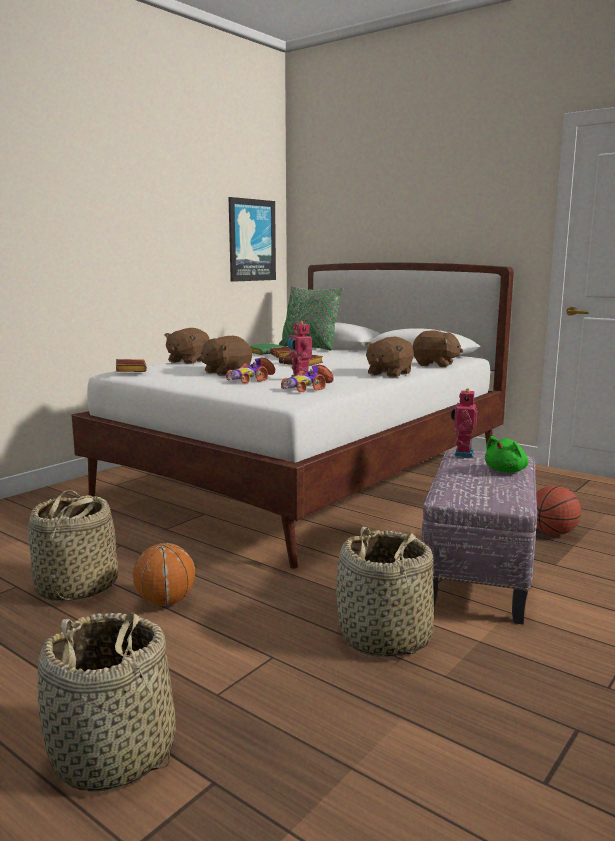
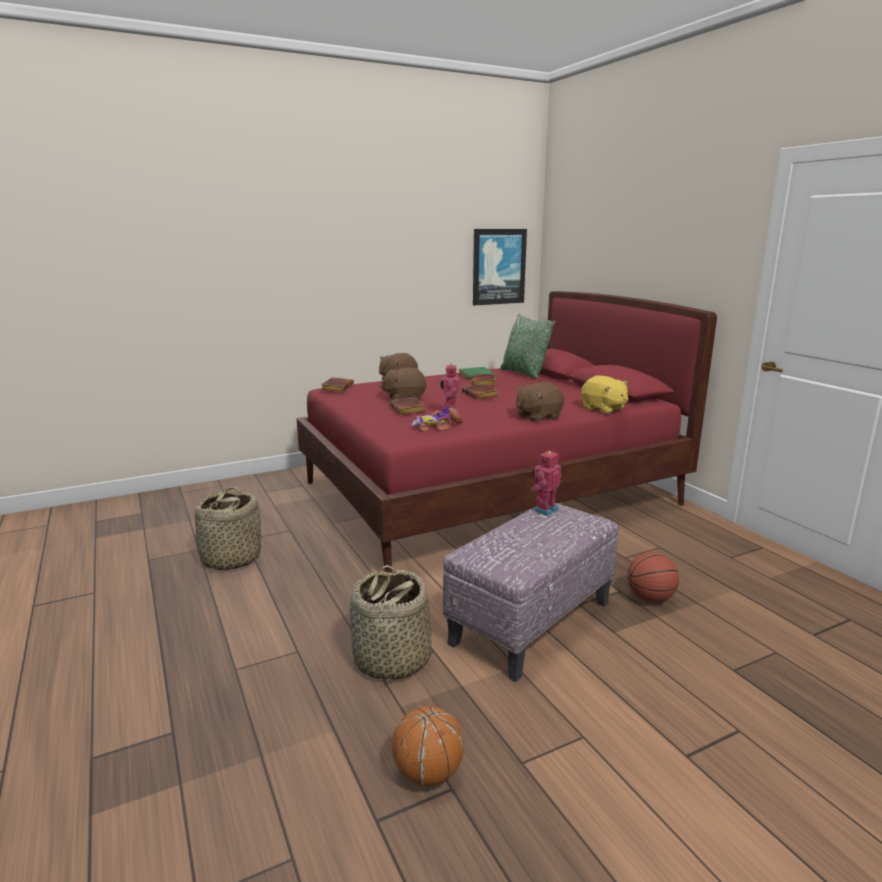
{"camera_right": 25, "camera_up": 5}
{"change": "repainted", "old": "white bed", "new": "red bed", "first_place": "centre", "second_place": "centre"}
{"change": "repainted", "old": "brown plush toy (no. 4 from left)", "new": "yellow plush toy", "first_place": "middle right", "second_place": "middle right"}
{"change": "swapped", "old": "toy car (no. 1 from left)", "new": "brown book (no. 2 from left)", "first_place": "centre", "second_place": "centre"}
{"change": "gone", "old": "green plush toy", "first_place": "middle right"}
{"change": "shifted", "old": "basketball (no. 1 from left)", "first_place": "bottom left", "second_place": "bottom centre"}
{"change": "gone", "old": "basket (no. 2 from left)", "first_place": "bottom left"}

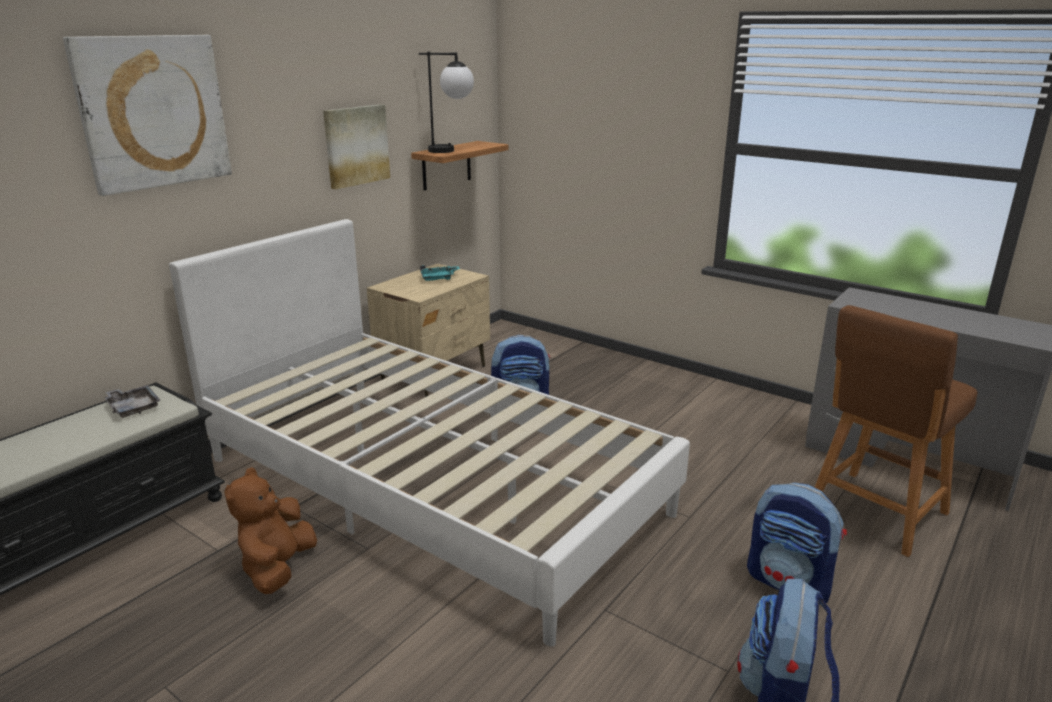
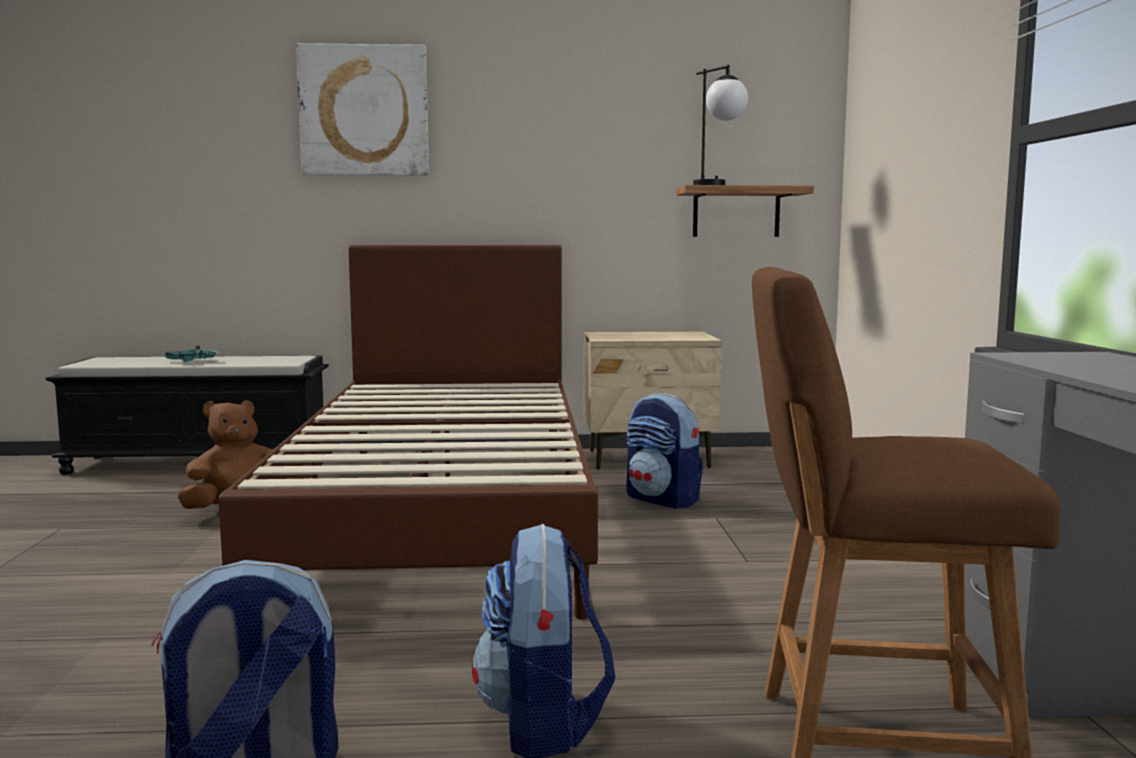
{"camera_right": 50, "camera_up": -15}
{"change": "gone", "old": "picture (no. 2 from left)", "first_place": "top centre"}
{"change": "repainted", "old": "white bed", "new": "brown bed", "first_place": "centre", "second_place": "centre"}
{"change": "shifted", "old": "turquoise tray", "first_place": "centre", "second_place": "middle left"}
{"change": "gone", "old": "grey tray", "first_place": "middle left"}

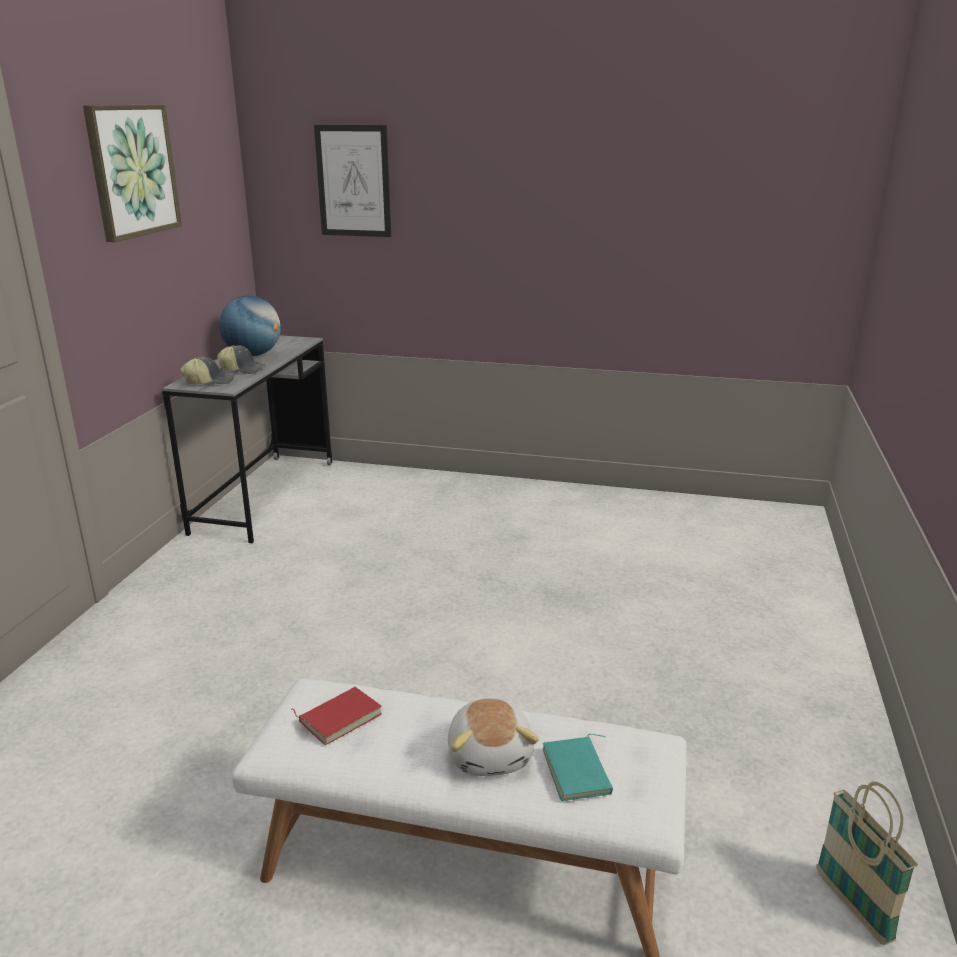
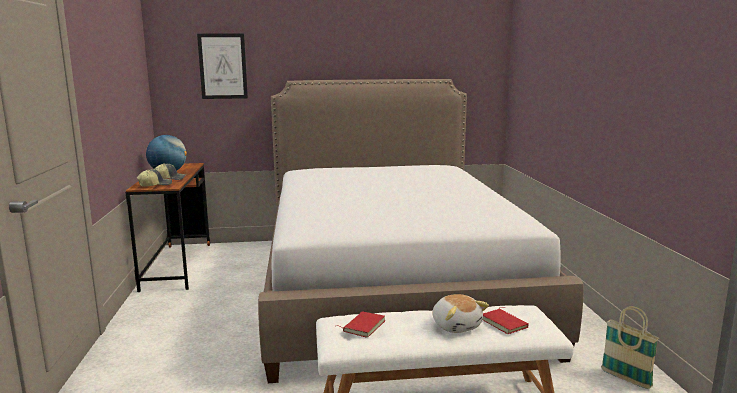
{"camera_right": -20, "camera_up": -10}
{"change": "gone", "old": "picture (no. 1 from left)", "first_place": "top left"}
{"change": "repainted", "old": "grey desk", "new": "brown desk", "first_place": "middle left", "second_place": "middle left"}
{"change": "repainted", "old": "turquoise book", "new": "red book (no. 2 from left)", "first_place": "bottom centre", "second_place": "bottom right"}
{"change": "new", "new": "bed", "second_place": "centre"}

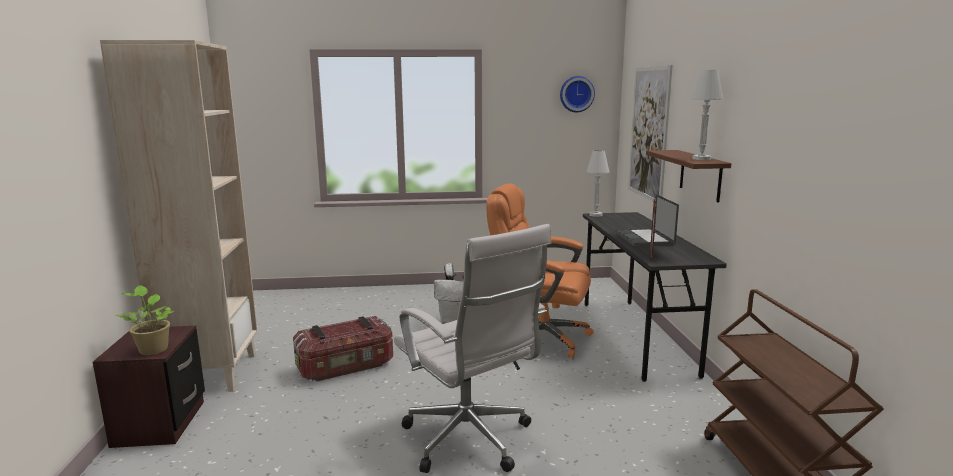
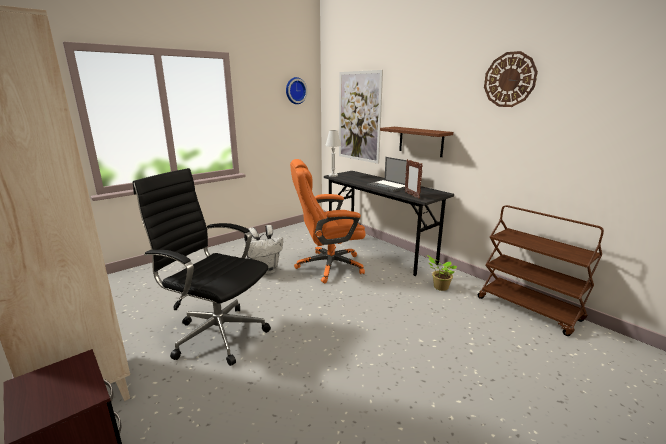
{"camera_right": -35, "camera_up": 5}
{"change": "gone", "old": "white table lamp (no. 2 from left)", "first_place": "top right"}
{"change": "gone", "old": "white office chair", "first_place": "bottom centre"}
{"change": "shifted", "old": "potted plant", "first_place": "bottom left", "second_place": "centre"}
{"change": "swapped", "old": "storage box", "new": "black office chair", "first_place": "bottom centre", "second_place": "middle left"}
{"change": "new", "new": "wall clock (no. 2 from left)", "second_place": "top right"}

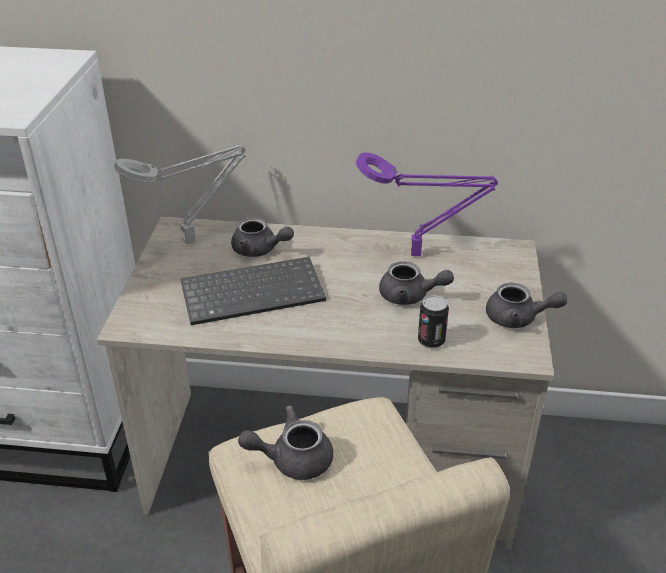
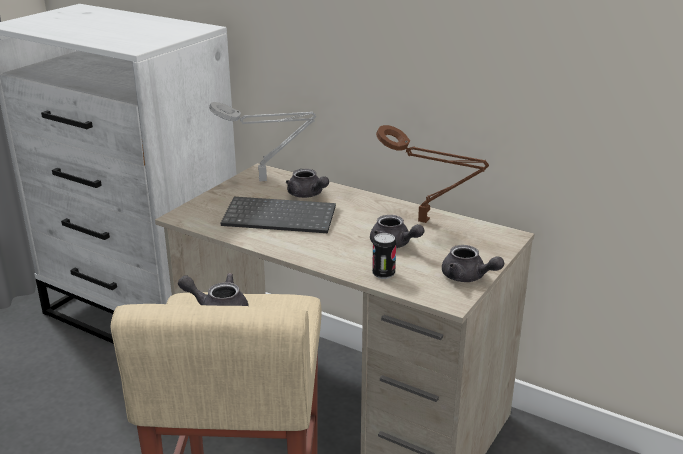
{"camera_right": 25, "camera_up": -10}
{"change": "repainted", "old": "purple table lamp", "new": "brown table lamp", "first_place": "centre", "second_place": "centre"}

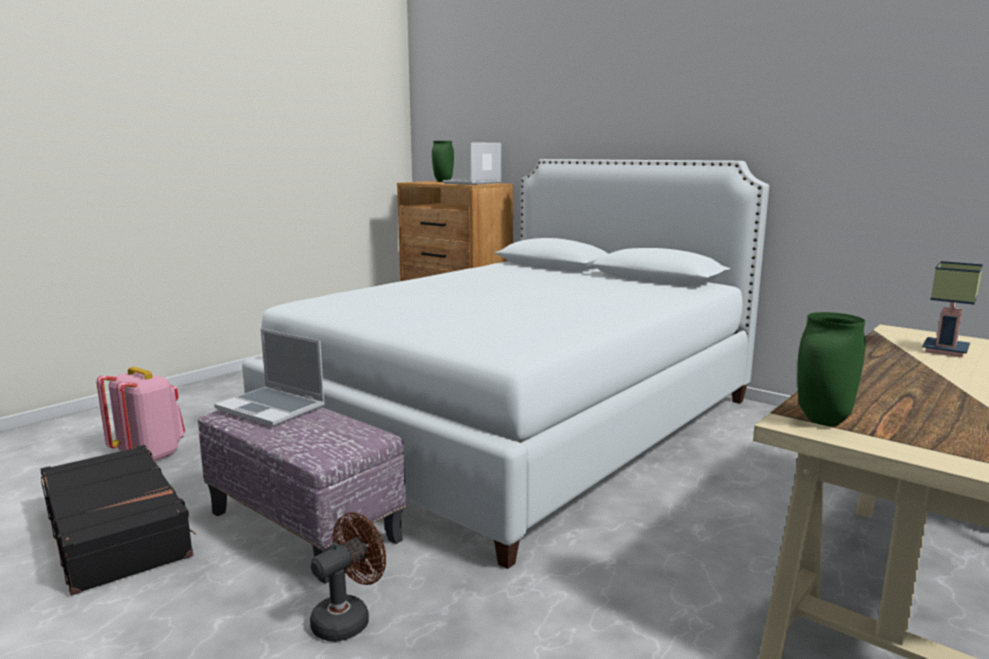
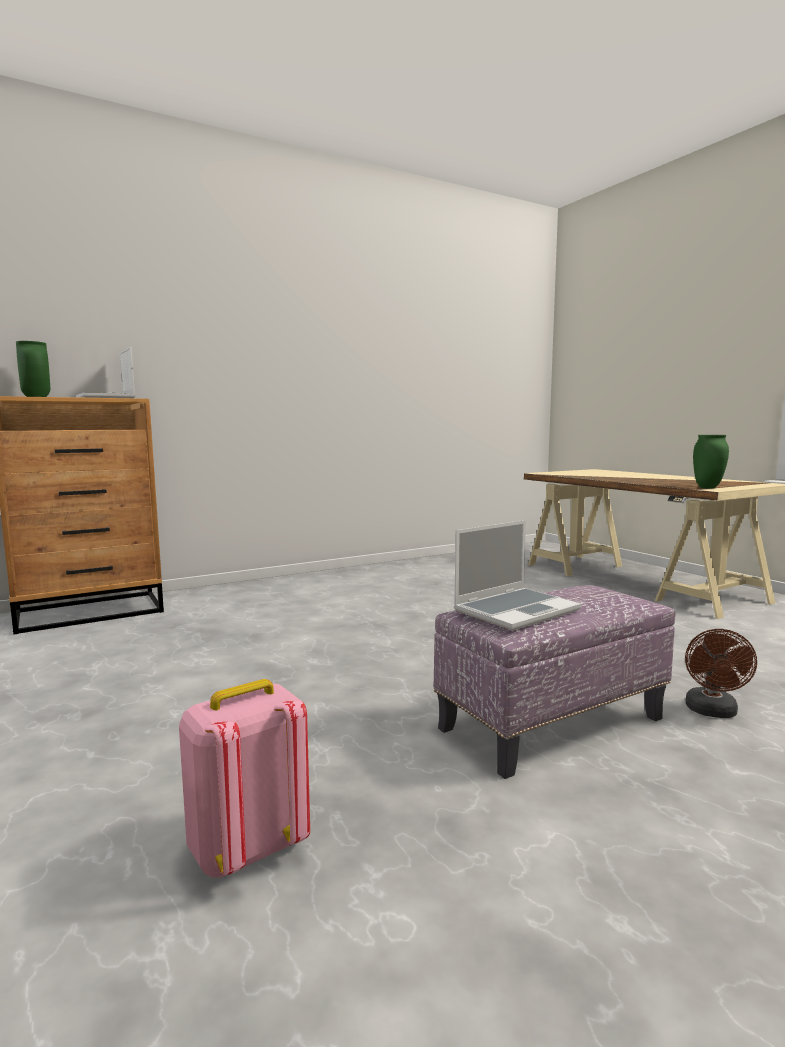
{"camera_right": -70, "camera_up": -5}
{"change": "gone", "old": "white bed", "first_place": "centre"}
{"change": "gone", "old": "table lamp", "first_place": "middle right"}
{"change": "gone", "old": "black suitcase", "first_place": "bottom left"}
{"change": "rotated", "old": "brown fan", "first_place": "bottom centre", "second_place": "middle right", "degrees": -135}

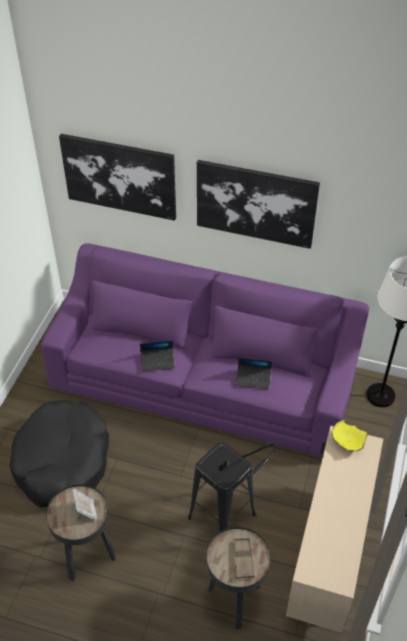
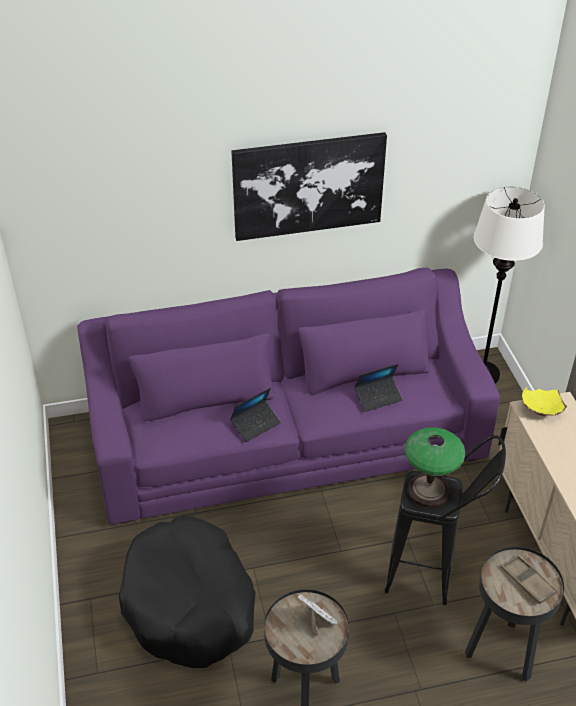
{"camera_right": -30, "camera_up": -5}
{"change": "gone", "old": "picture (no. 1 from left)", "first_place": "top left"}
{"change": "new", "new": "table lamp", "second_place": "middle right"}

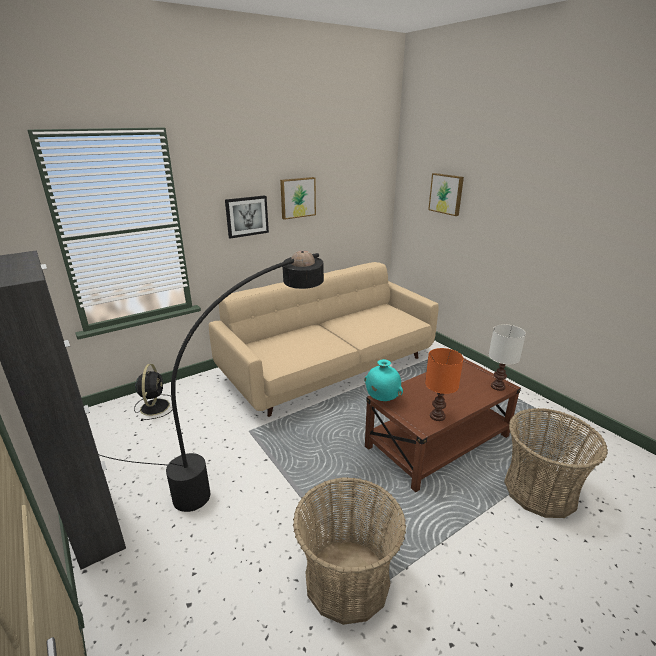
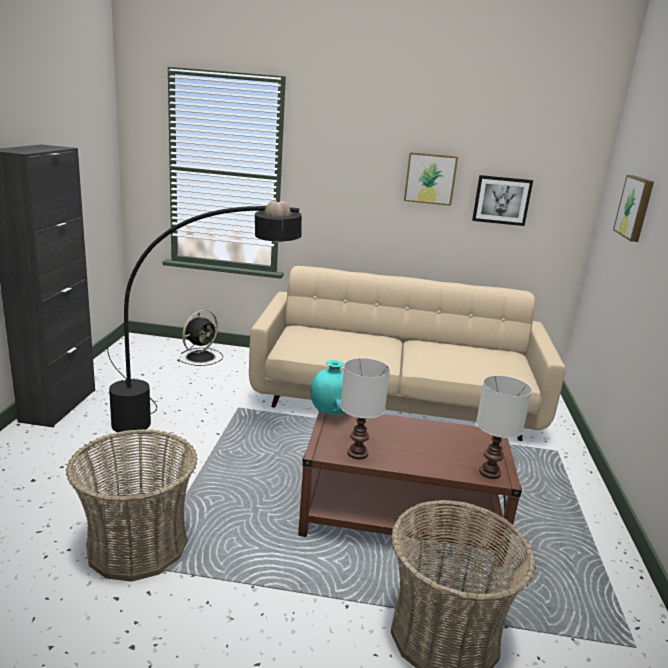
{"camera_right": 40, "camera_up": -5}
{"change": "shifted", "old": "picture (no. 1 from left in the first image)", "new": "picture (no. 2 from left)", "first_place": "top centre", "second_place": "top right"}
{"change": "repainted", "old": "orange table lamp", "new": "white table lamp (no. 1 from left)", "first_place": "middle right", "second_place": "centre"}

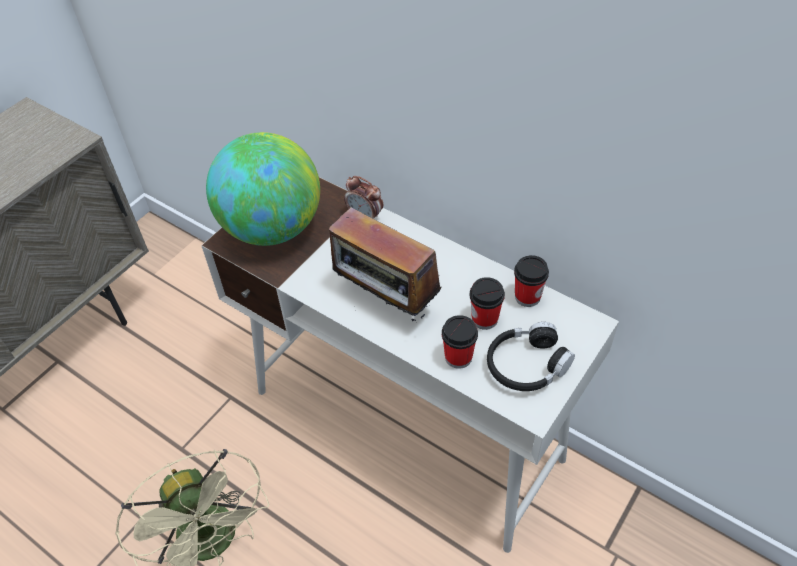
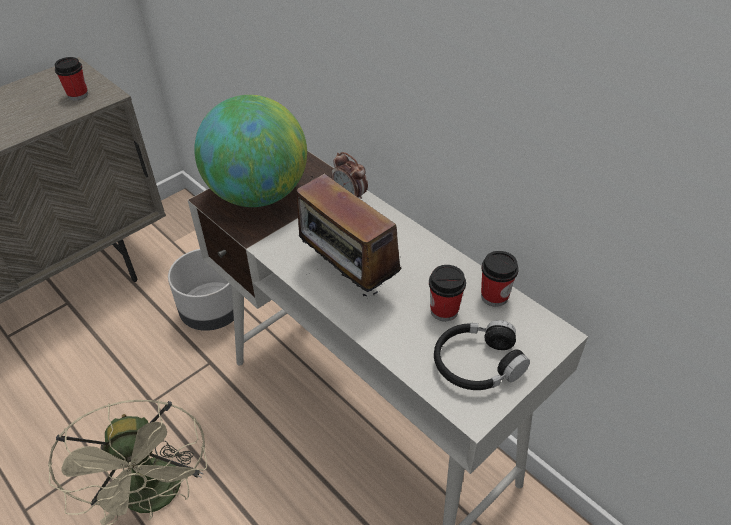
{"camera_right": 10, "camera_up": -5}
{"change": "shifted", "old": "cup (no. 1 from left)", "first_place": "centre", "second_place": "top left"}
{"change": "new", "new": "grey planter", "second_place": "middle left"}

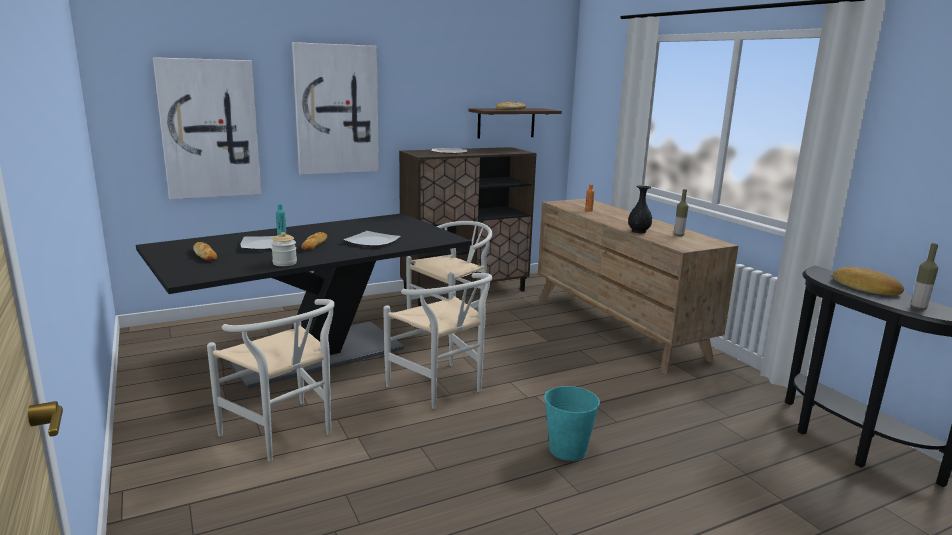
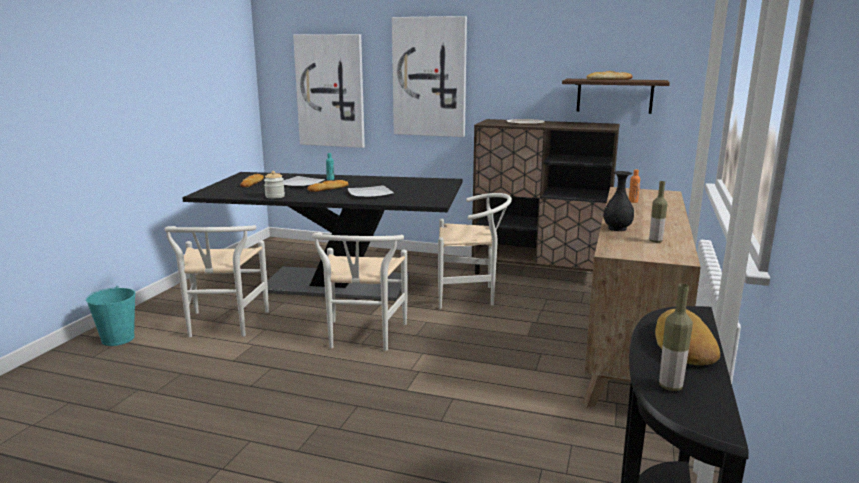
{"camera_right": 45, "camera_up": 0}
{"change": "shifted", "old": "turquoise bucket", "first_place": "bottom centre", "second_place": "middle left"}

